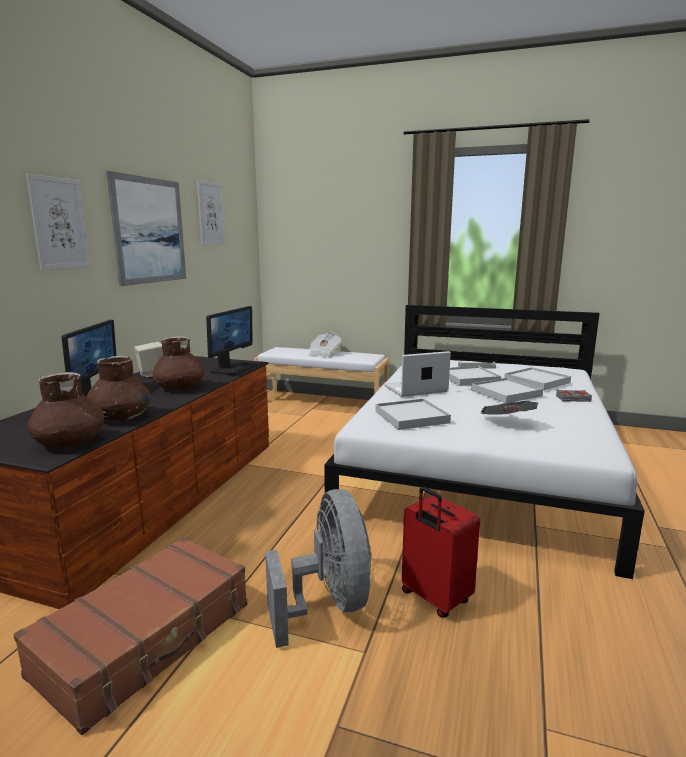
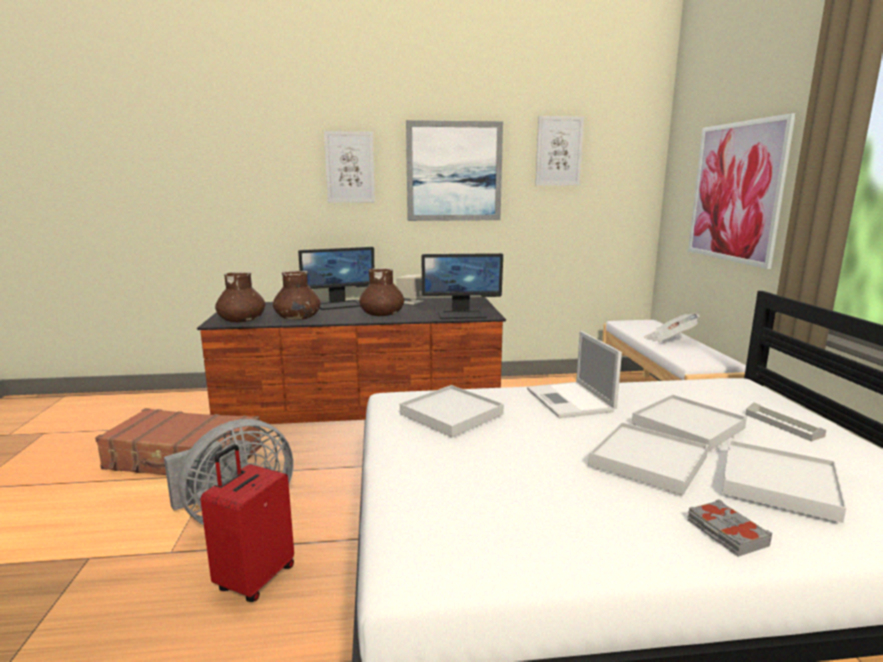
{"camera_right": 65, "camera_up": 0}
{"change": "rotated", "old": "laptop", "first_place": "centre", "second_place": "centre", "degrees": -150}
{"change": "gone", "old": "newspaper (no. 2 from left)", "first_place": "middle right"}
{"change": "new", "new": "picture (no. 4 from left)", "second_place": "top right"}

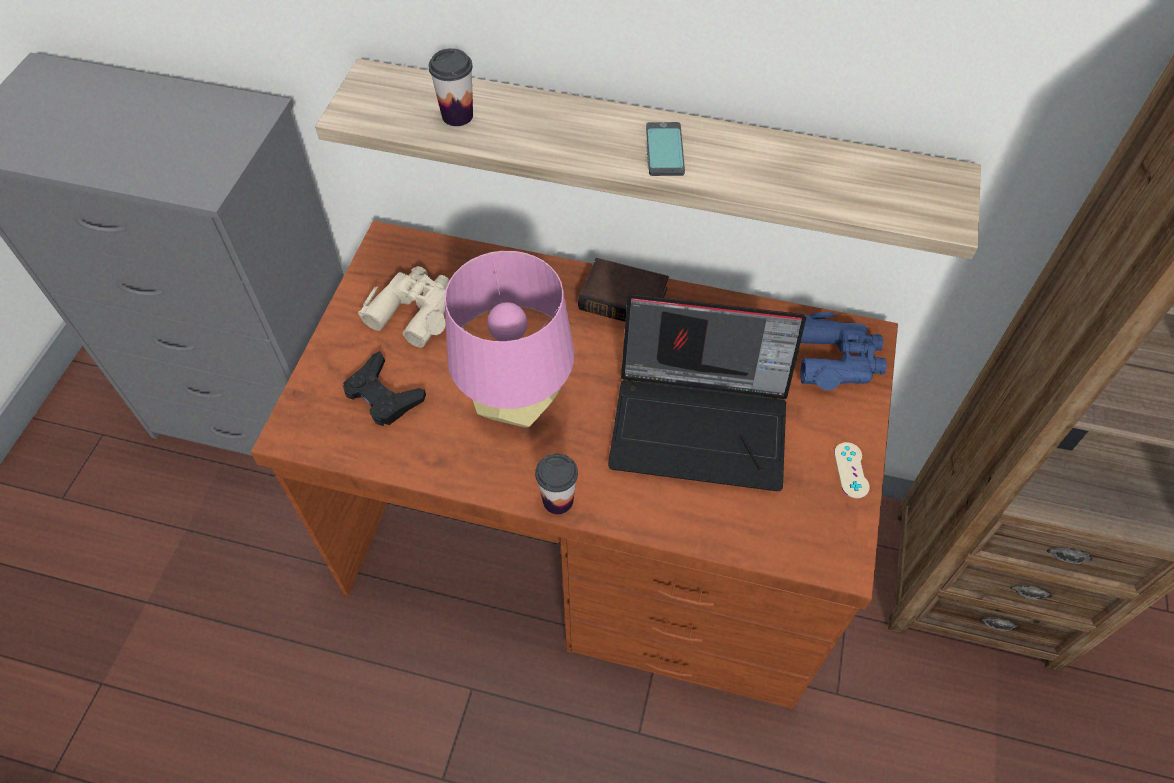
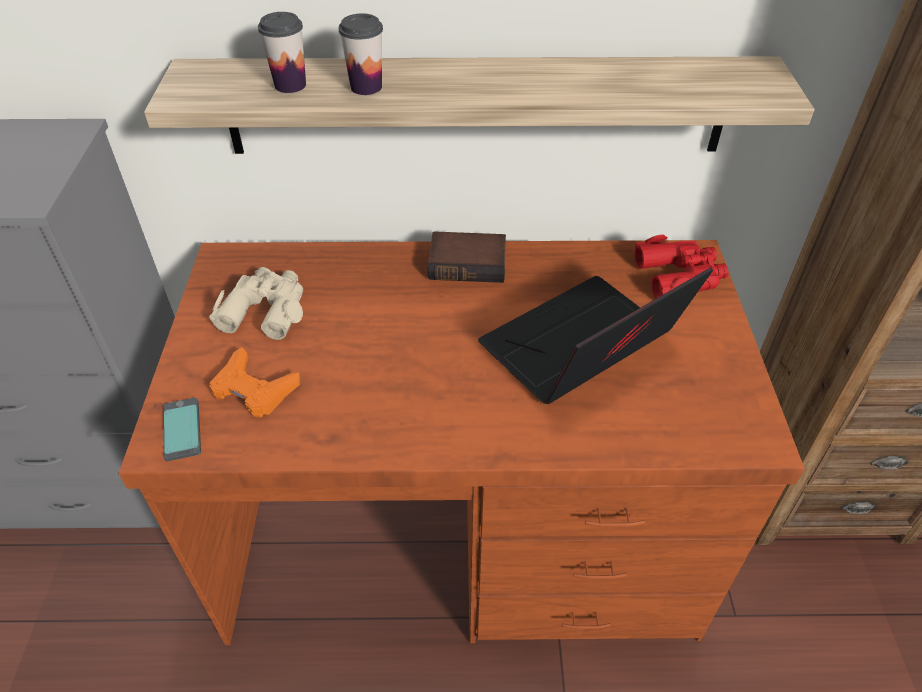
{"camera_right": -15, "camera_up": -10}
{"change": "shifted", "old": "phone", "first_place": "top centre", "second_place": "middle left"}
{"change": "gone", "old": "pink table lamp", "first_place": "centre"}
{"change": "rotated", "old": "laptop", "first_place": "centre", "second_place": "centre", "degrees": 150}
{"change": "repainted", "old": "blue binoculars", "new": "red binoculars", "first_place": "middle right", "second_place": "middle right"}
{"change": "repainted", "old": "black game controller", "new": "orange game controller", "first_place": "middle left", "second_place": "middle left"}
{"change": "gone", "old": "beige game controller", "first_place": "middle right"}
{"change": "shifted", "old": "cup (no. 2 from left)", "first_place": "centre", "second_place": "top centre"}

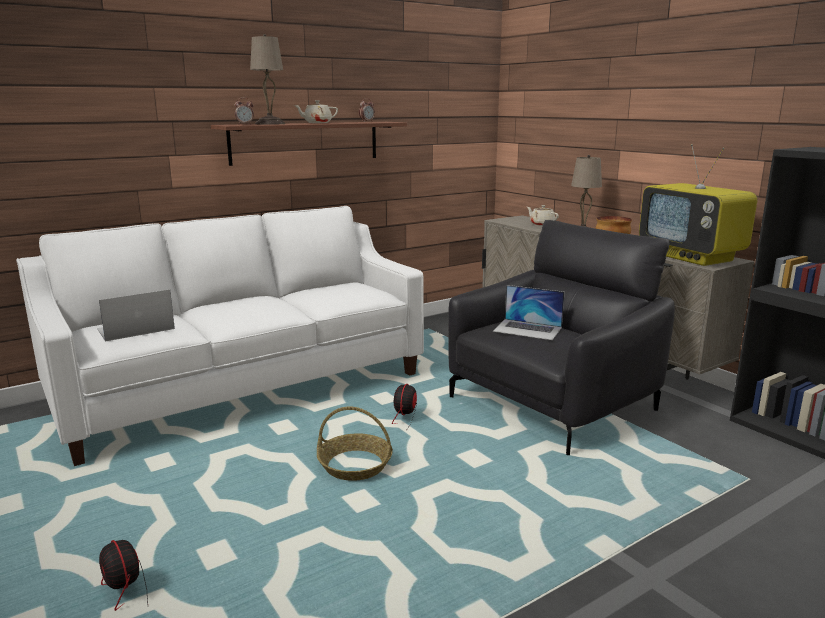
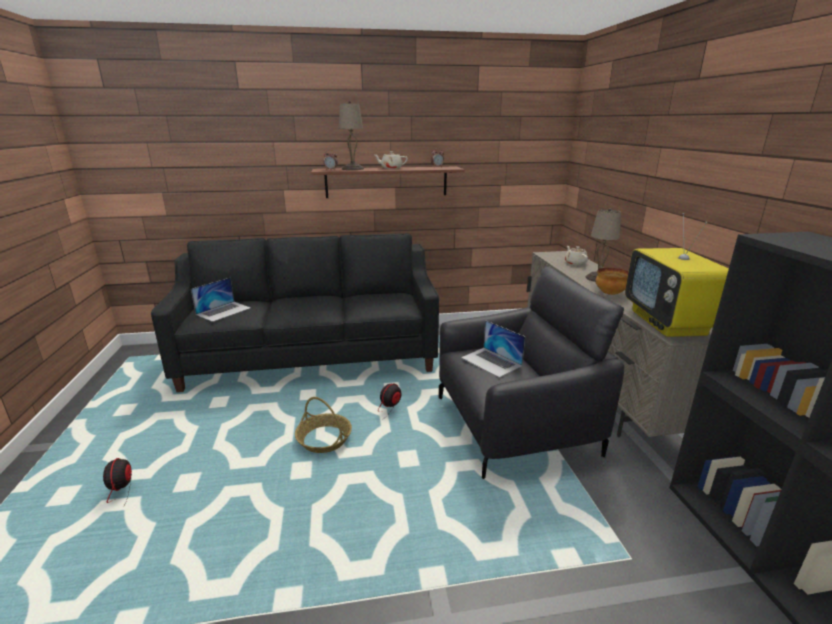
{"camera_right": 25, "camera_up": 5}
{"change": "repainted", "old": "white sofa", "new": "black sofa", "first_place": "middle left", "second_place": "centre"}
{"change": "rotated", "old": "laptop (no. 1 from left)", "first_place": "middle left", "second_place": "middle left", "degrees": 135}

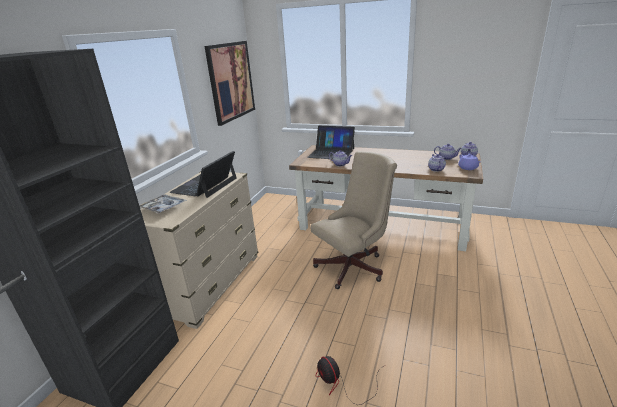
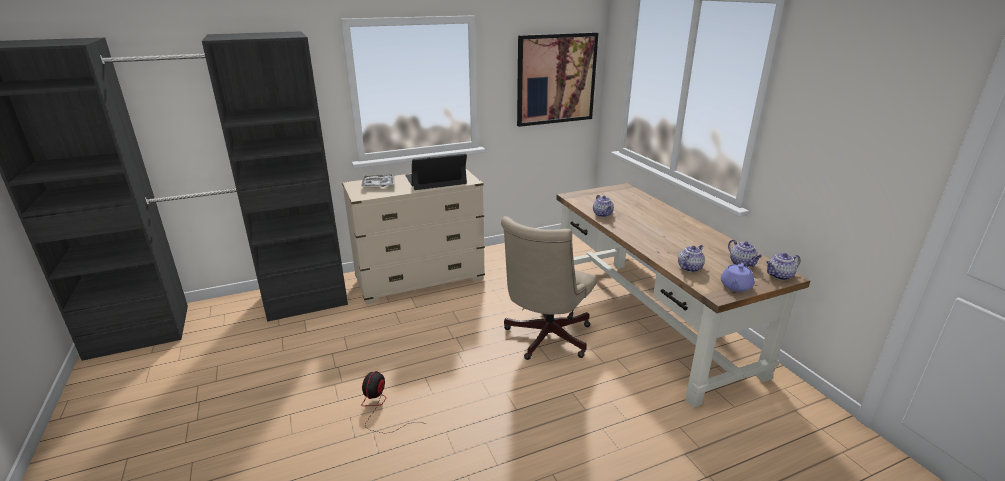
{"camera_right": 45, "camera_up": 0}
{"change": "gone", "old": "laptop (no. 2 from left)", "first_place": "centre"}
{"change": "rotated", "old": "beige office chair", "first_place": "centre", "second_place": "centre", "degrees": 105}

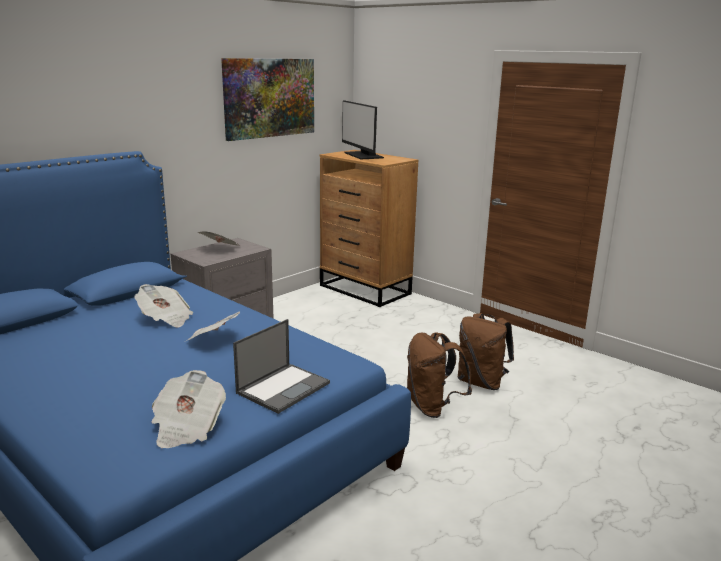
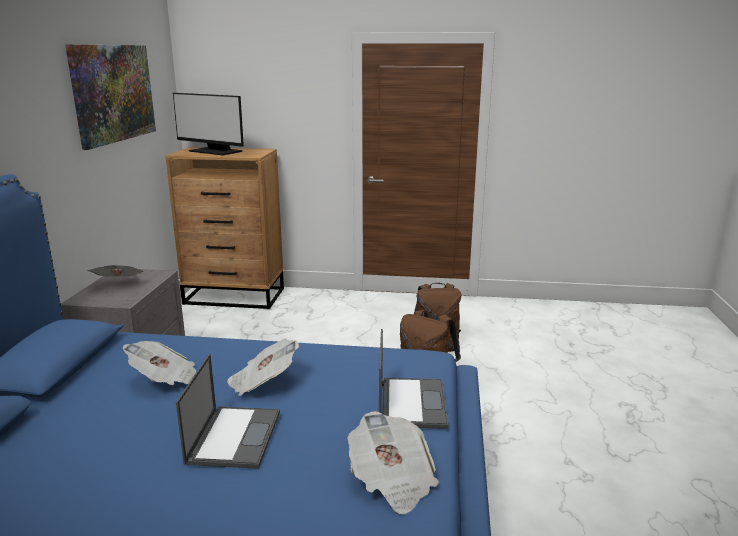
{"camera_right": -35, "camera_up": 0}
{"change": "new", "new": "laptop (no. 1 from left)", "second_place": "bottom left"}

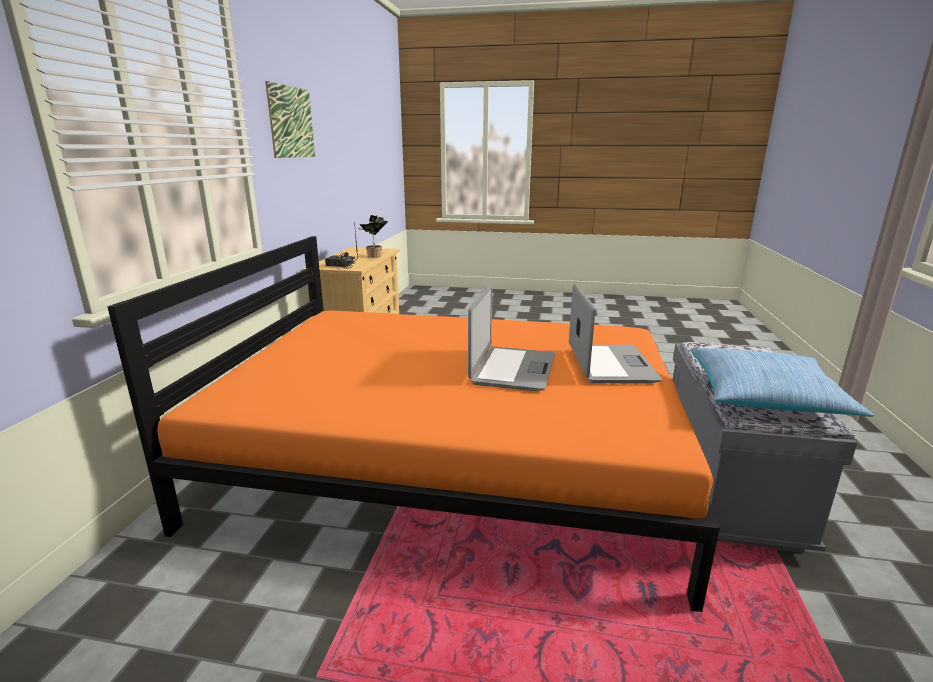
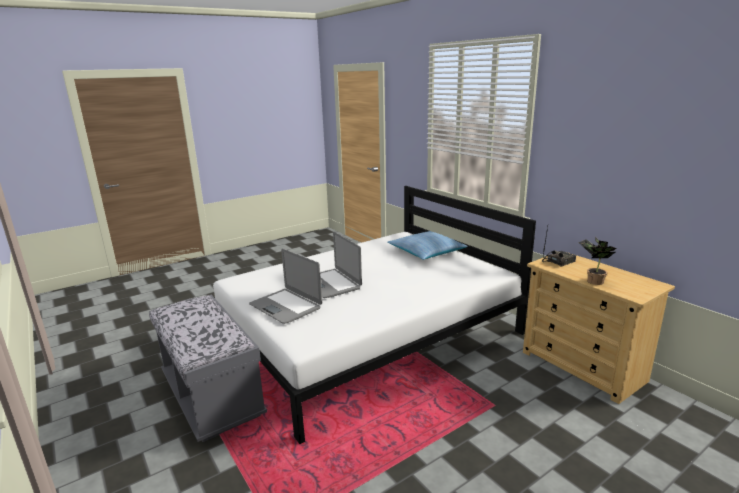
{"camera_right": 135, "camera_up": 0}
{"change": "gone", "old": "picture", "first_place": "top left"}
{"change": "repainted", "old": "orange bed", "new": "white bed", "first_place": "centre", "second_place": "centre"}
{"change": "shifted", "old": "pillow", "first_place": "middle right", "second_place": "centre"}

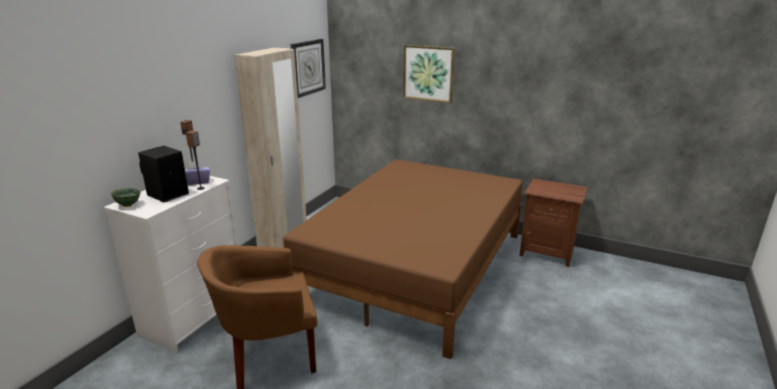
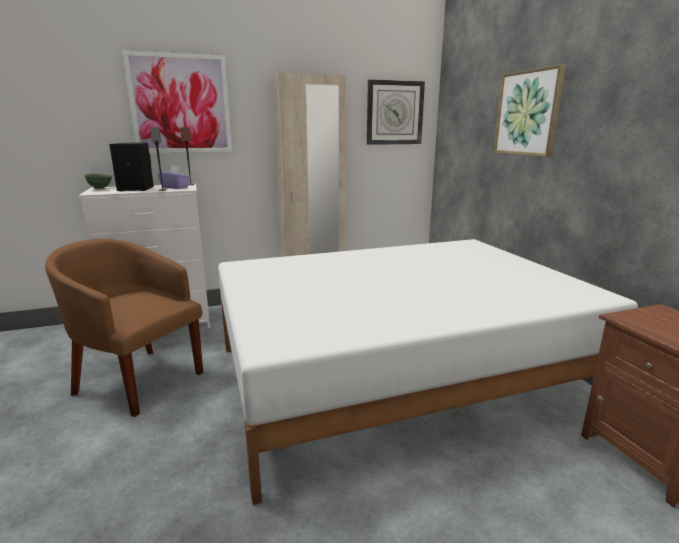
{"camera_right": 45, "camera_up": -5}
{"change": "repainted", "old": "brown bed", "new": "white bed", "first_place": "centre", "second_place": "bottom centre"}
{"change": "new", "new": "picture (no. 1 from left)", "second_place": "top left"}

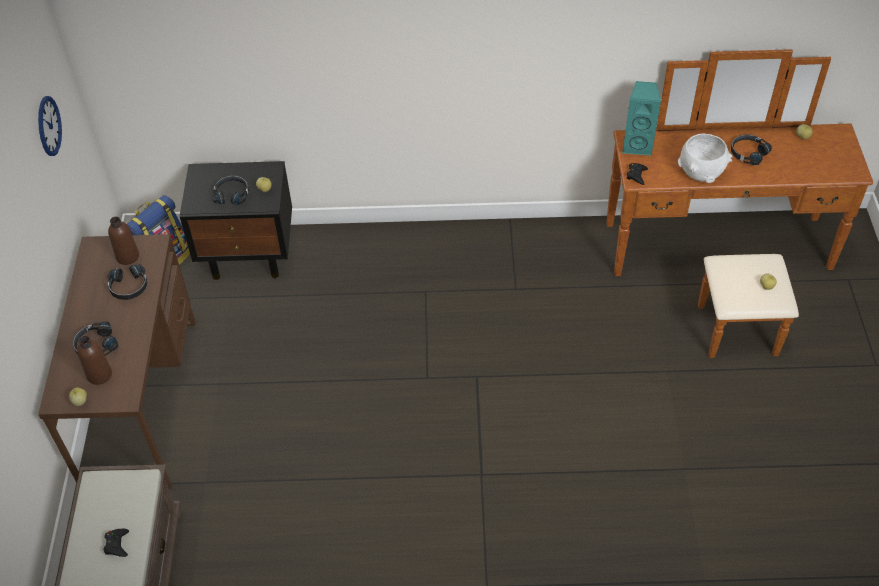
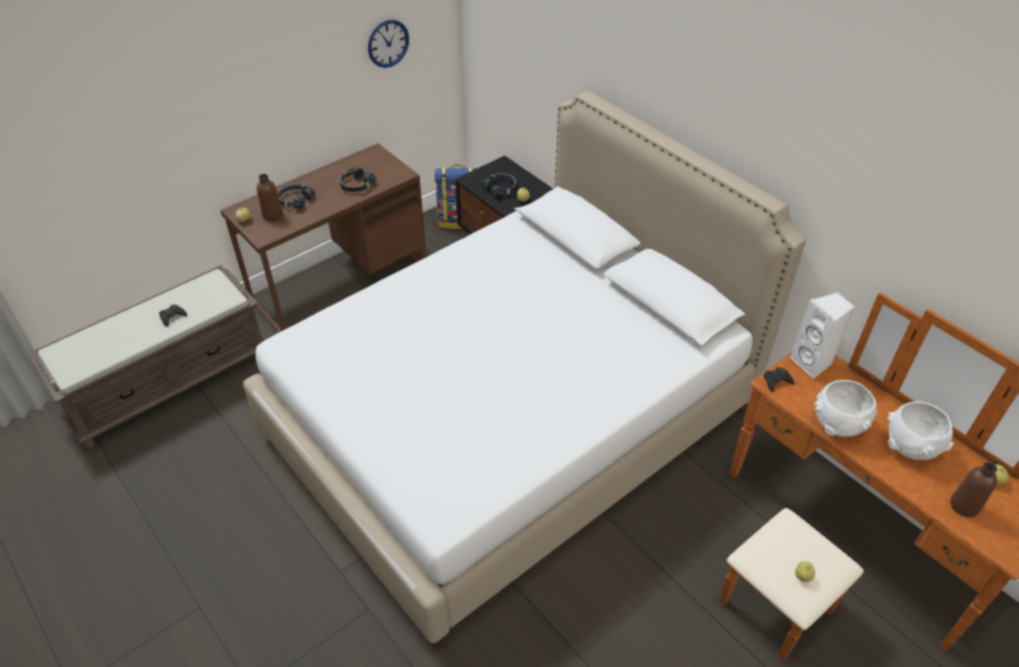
{"camera_right": 50, "camera_up": -5}
{"change": "repainted", "old": "turquoise speaker", "new": "white speaker", "first_place": "top right", "second_place": "middle right"}
{"change": "swapped", "old": "black headphones (no. 4 from left)", "new": "white bowl (no. 2 from left)", "first_place": "top right", "second_place": "middle right"}
{"change": "shifted", "old": "brown bottle (no. 2 from left)", "first_place": "middle left", "second_place": "bottom right"}
{"change": "new", "new": "white bed", "second_place": "centre"}

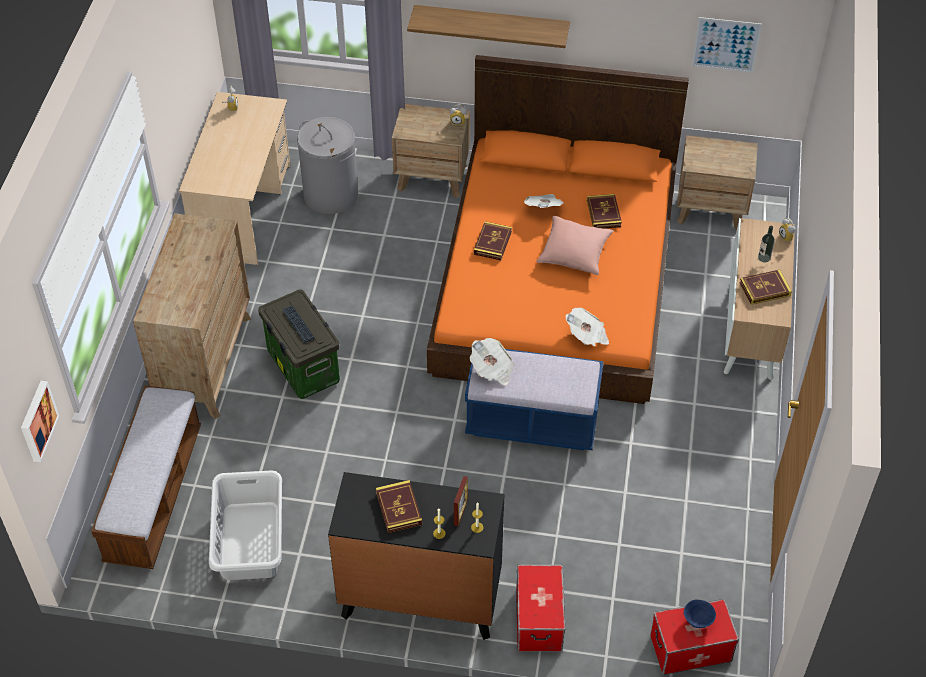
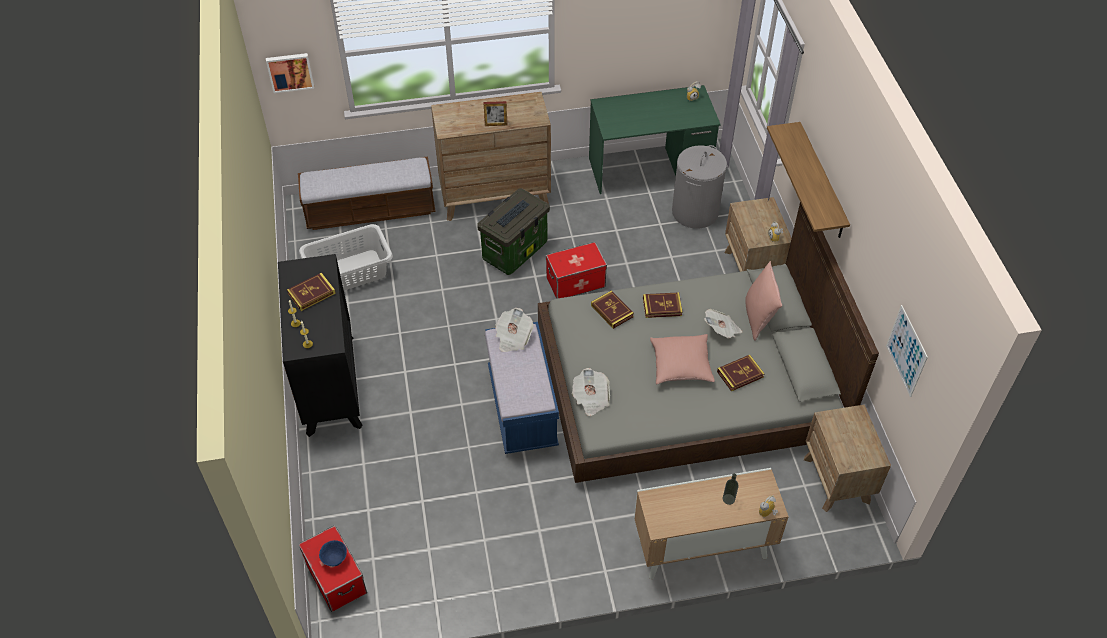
{"camera_right": 70, "camera_up": 0}
{"change": "repainted", "old": "orange bed", "new": "grey bed", "first_place": "centre", "second_place": "centre"}
{"change": "repainted", "old": "beige desk", "new": "green desk", "first_place": "top left", "second_place": "top centre"}
{"change": "shifted", "old": "book (no. 4 from left in the first image)", "new": "book (no. 2 from left)", "first_place": "middle right", "second_place": "centre"}
{"change": "shifted", "old": "picture frame", "first_place": "bottom centre", "second_place": "top centre"}
{"change": "shifted", "old": "storage box (no. 2 from left in the first image)", "new": "storage box (no. 3 from left)", "first_place": "bottom centre", "second_place": "centre"}
{"change": "new", "new": "pink pillow (no. 2 from left)", "second_place": "middle right"}

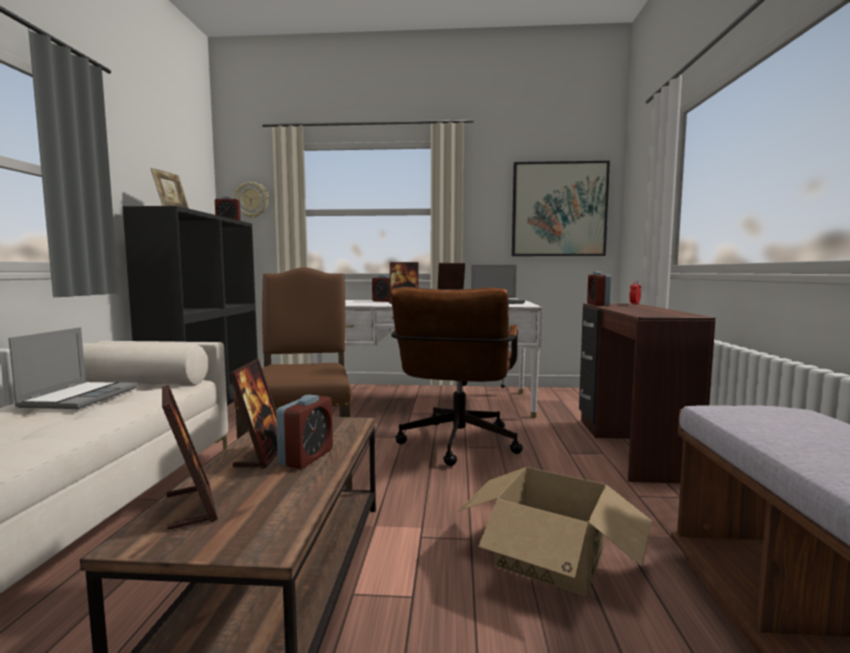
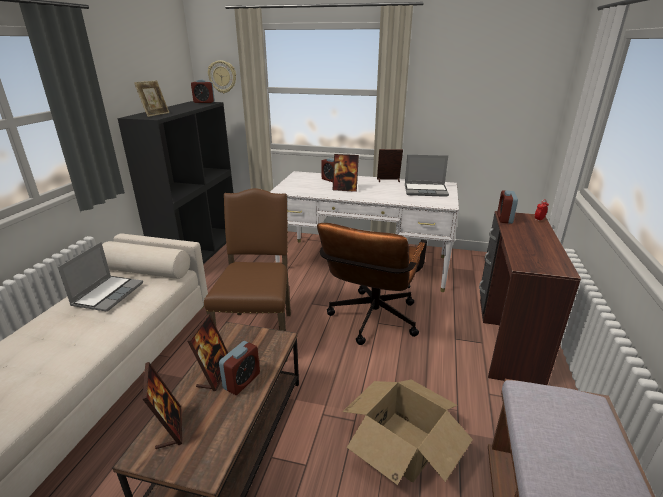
{"camera_right": 10, "camera_up": 20}
{"change": "gone", "old": "picture", "first_place": "top centre"}

